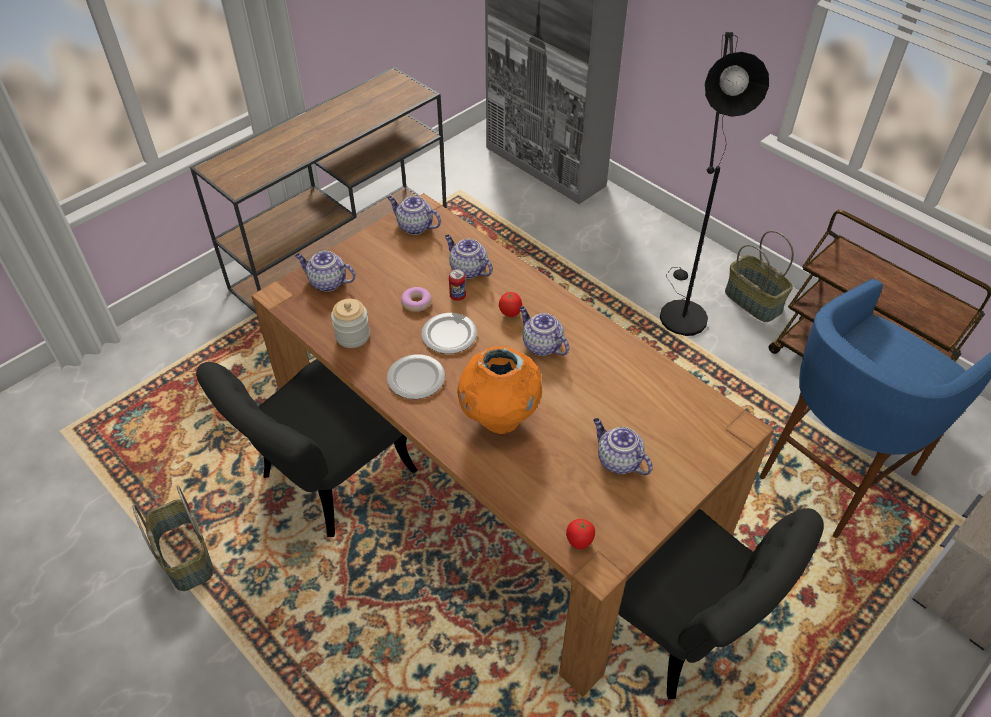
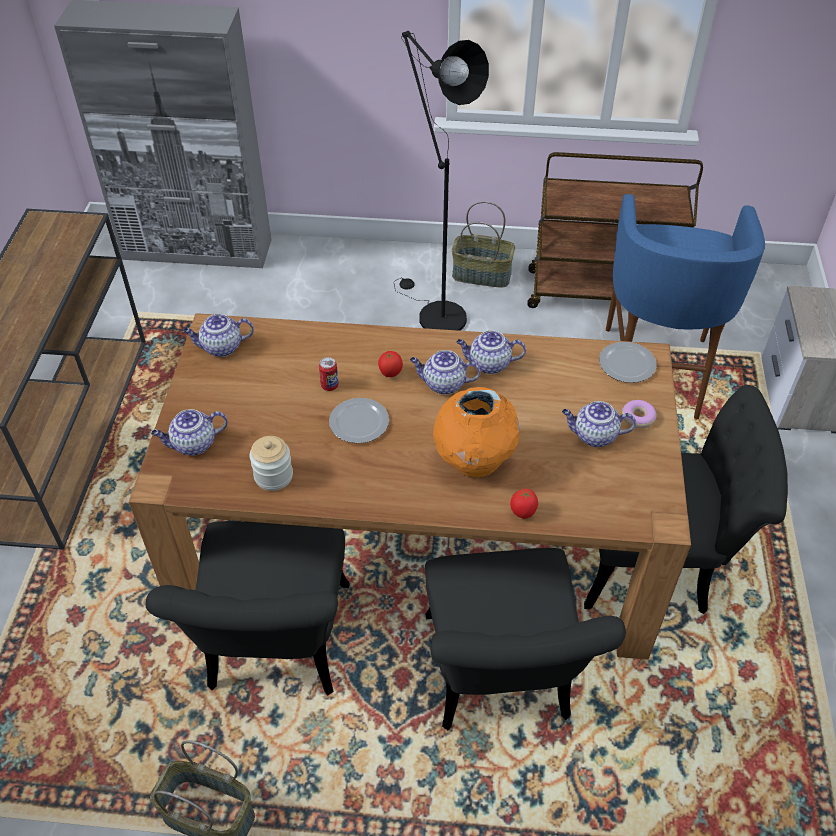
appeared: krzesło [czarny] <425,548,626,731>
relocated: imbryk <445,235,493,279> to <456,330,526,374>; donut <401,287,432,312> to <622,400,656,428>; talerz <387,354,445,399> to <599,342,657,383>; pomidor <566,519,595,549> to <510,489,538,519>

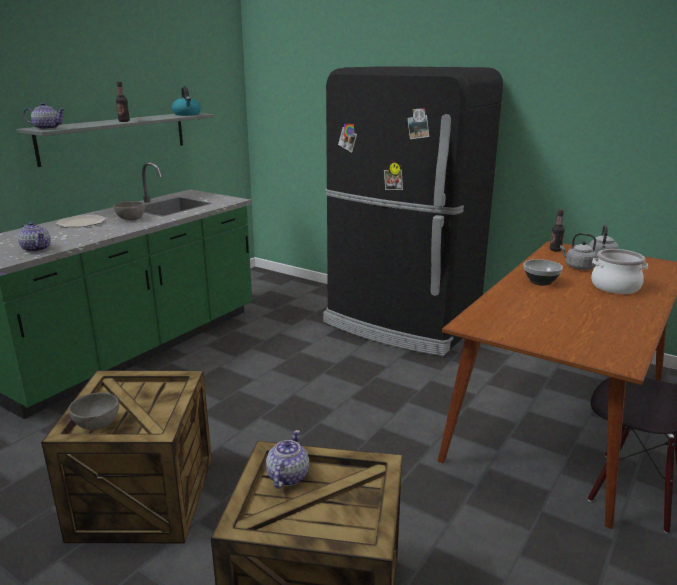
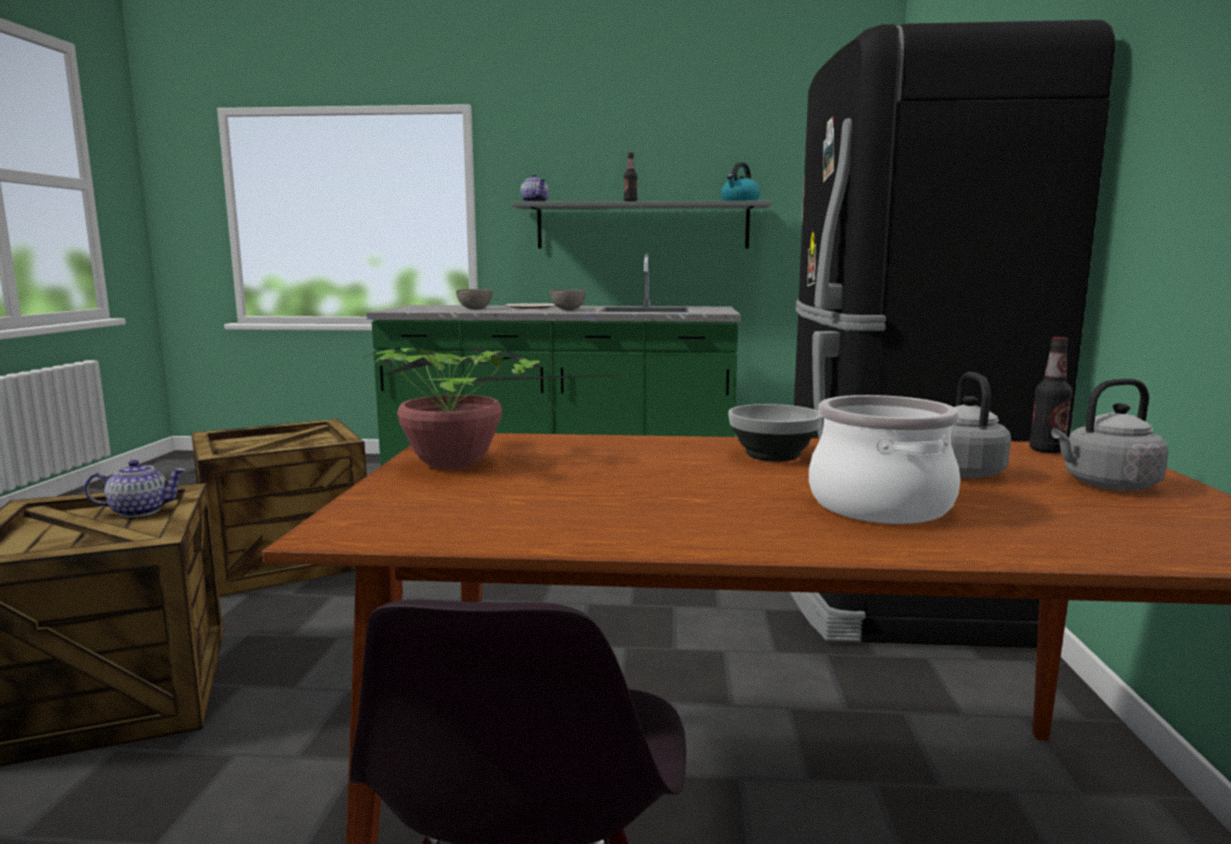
missing: imbryk <18,222,51,252>
appeared: roślina doniczkowa <362,345,650,469>
relocated: miska [szary] <68,392,119,430> to <456,289,493,309>

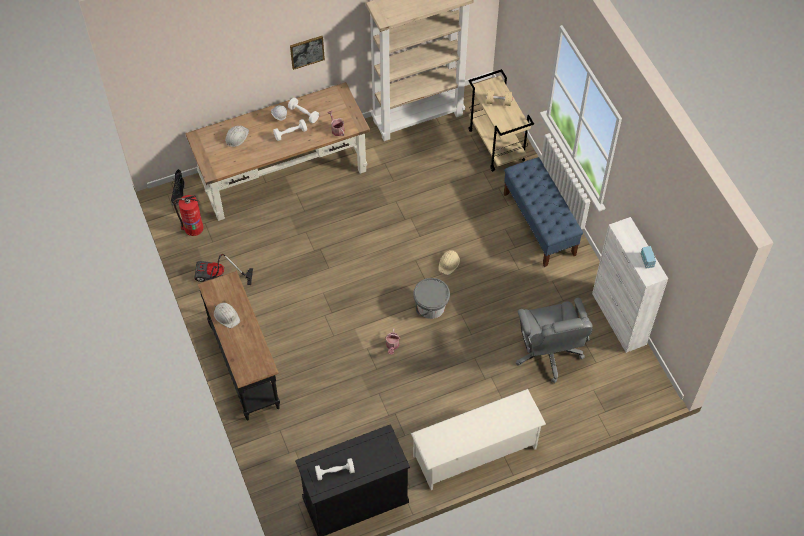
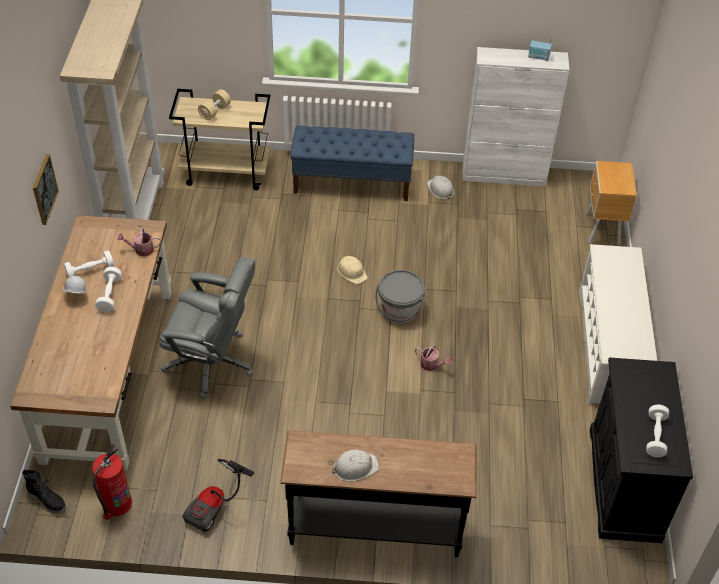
appeared: szafka nocna [brązowy] <585,161,637,245>
relocated: kask [biały] <225,125,249,147> to <427,176,454,200>; krzesło biurowe [szary] <516,298,593,383> to <159,257,255,400>

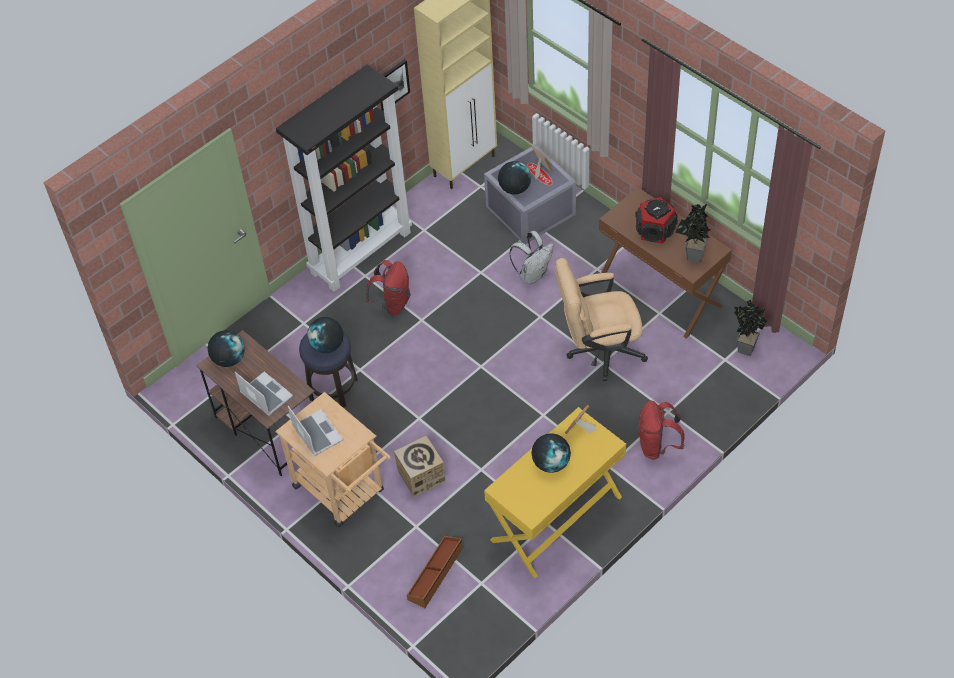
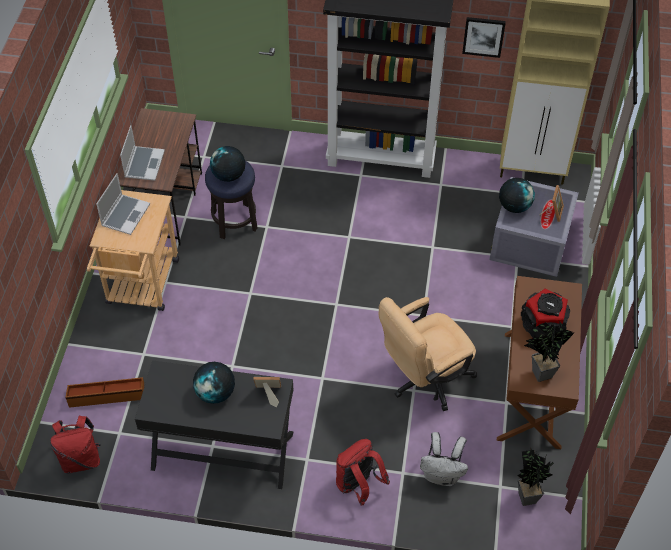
missing: globus <207,330,245,367>; karton <394,436,446,497>
relocated: plecak [biały] <509,231,554,284> to <420,432,468,486>; plecak [czerwony] <366,260,411,316> to <50,416,101,474>
colour: biurko [żółty] <484,407,626,578> to biurko [czarny] <135,360,294,489>
spun: krzesło biurowe [beżowy] <555,258,648,381> = <379,297,477,411> 75 degrees counterclockwise

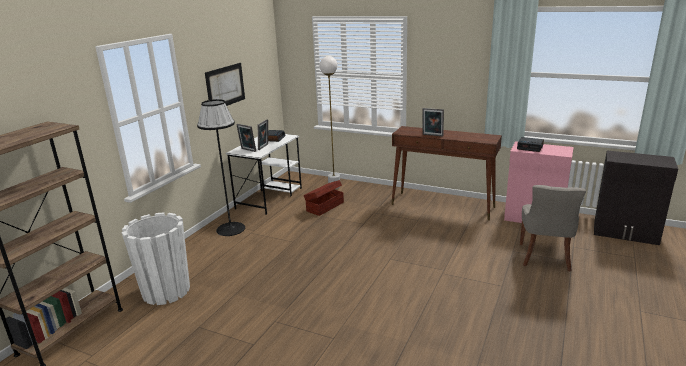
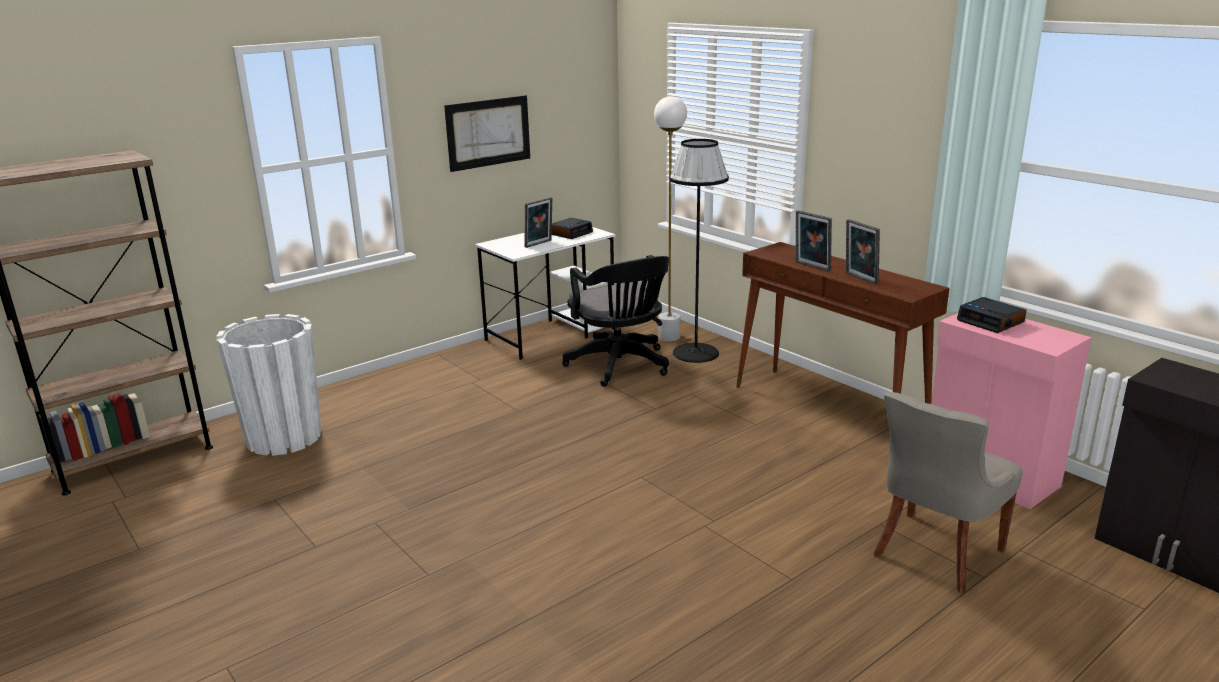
relocated: lampa stojąca [czarny] <197,99,245,236> to <670,139,729,363>; ramka na zdjęcie <236,124,256,152> to <846,219,880,285>
exchanged: pojemnik do przechowywania [brązowy] <304,180,344,216> to krzesło biurowe [czarny] <562,255,669,387>

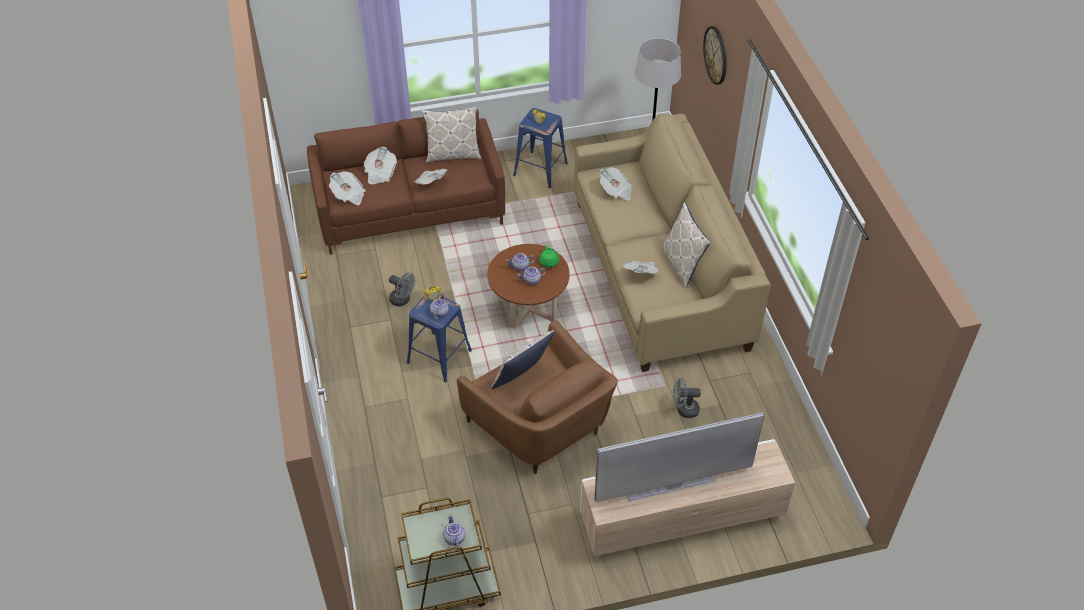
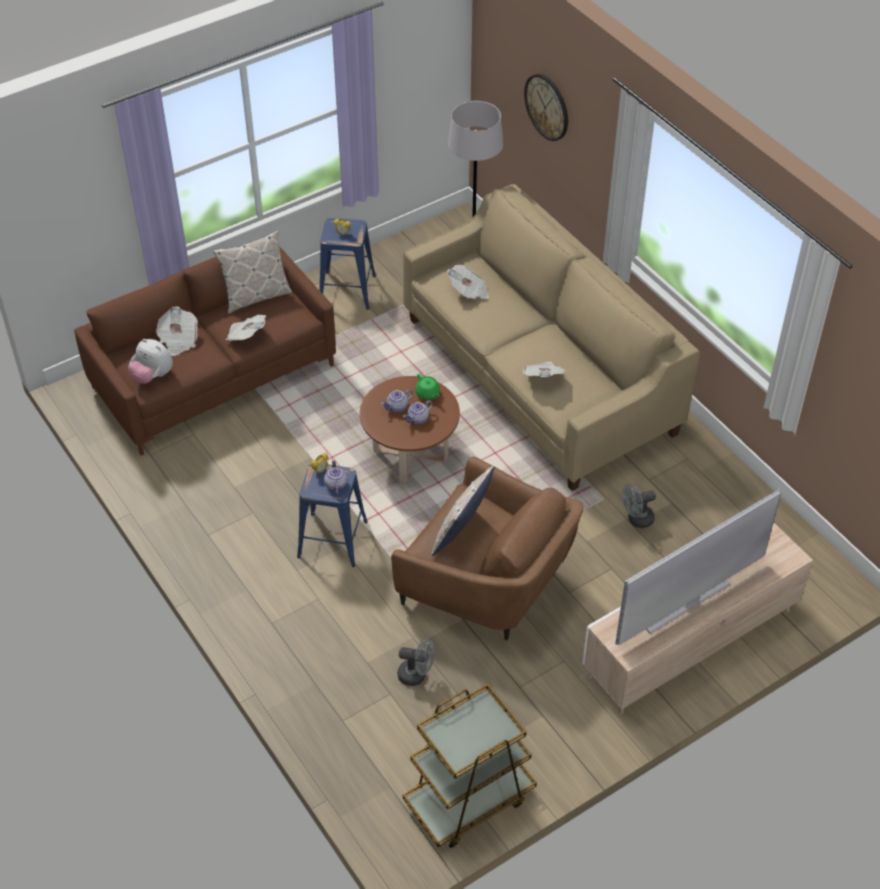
missing: poduszka <661,202,711,288>; imbryk <443,515,465,550>
relocated: wentylator [szary] <389,273,415,306> to <398,638,434,686>
exchanged: gazeta <329,171,366,205> to pluszak <128,339,173,384>

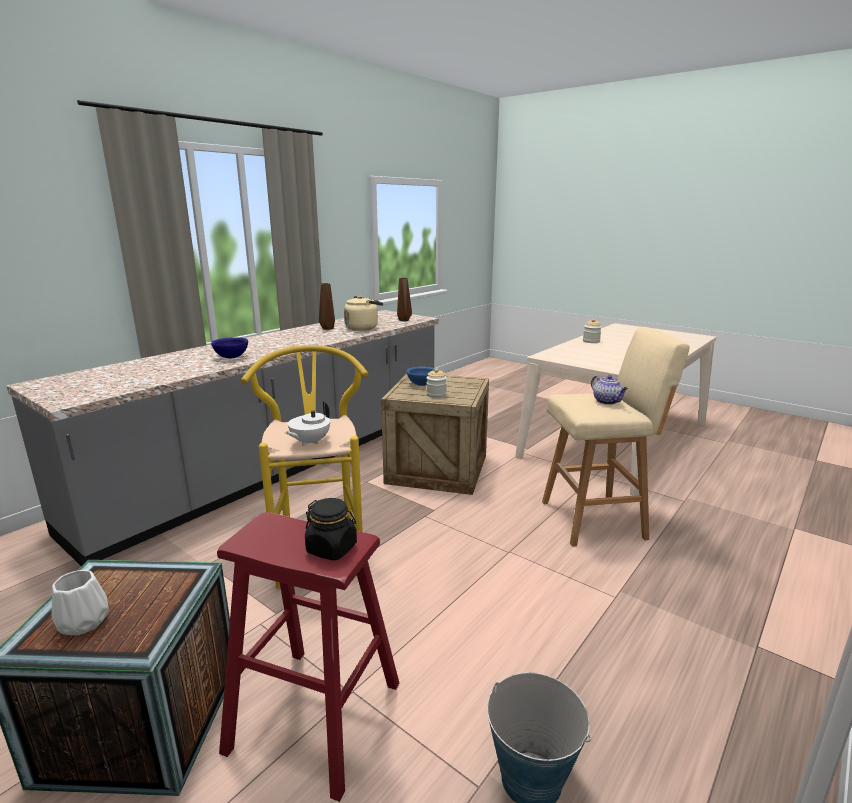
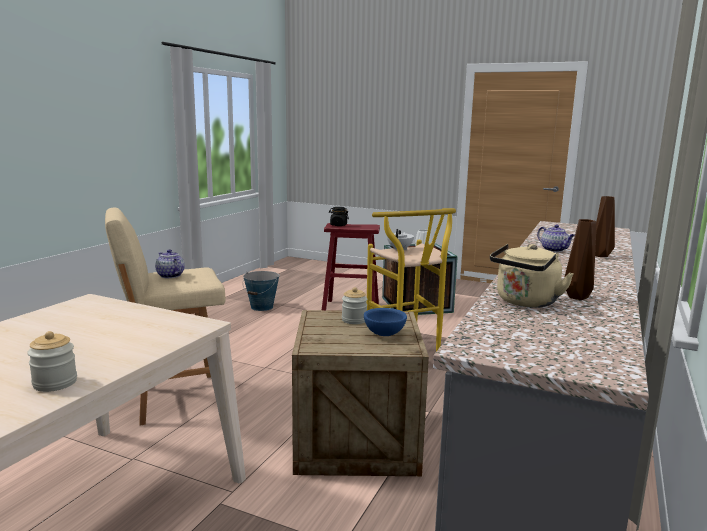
relocated: wazon [brązowy] <397,278,412,321> to <595,196,615,257>
exchanged: miska [niebieski] <211,337,248,358> to imbryk <537,225,575,252>

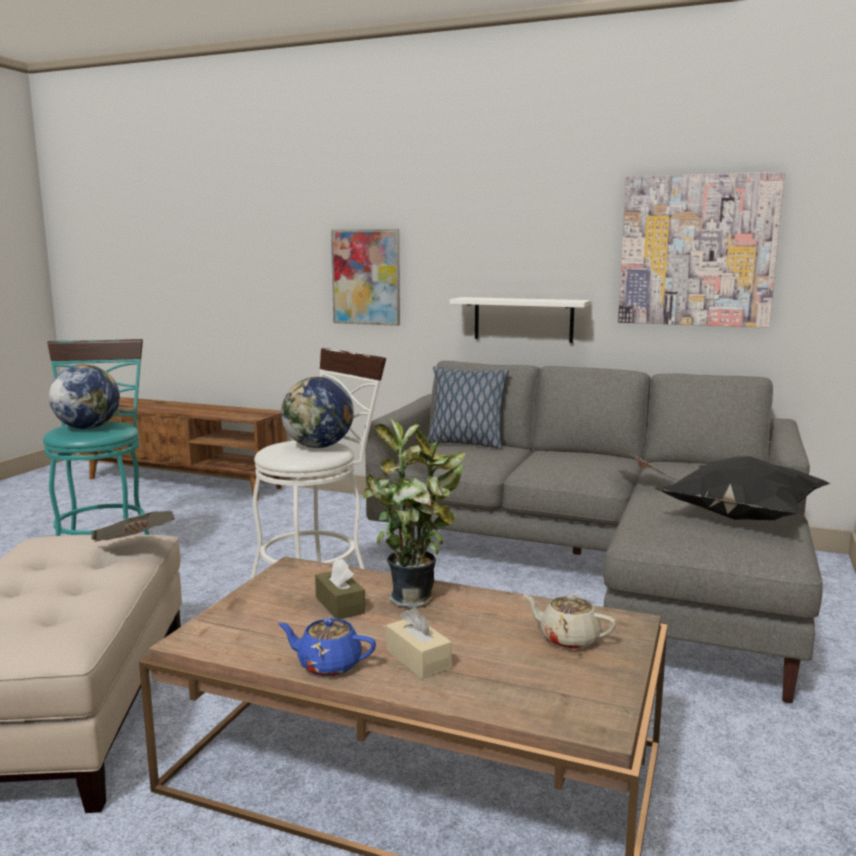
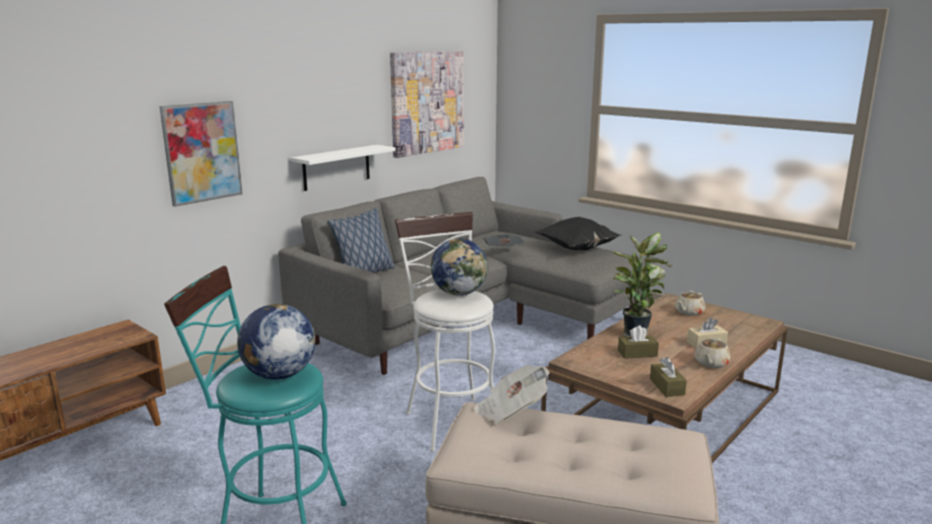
appeared: pudełko chusteczek [brązowy] <650,357,687,397>
colour: imbryk [niebieski] <278,617,376,676> to imbryk [beżowy] <695,338,730,368>

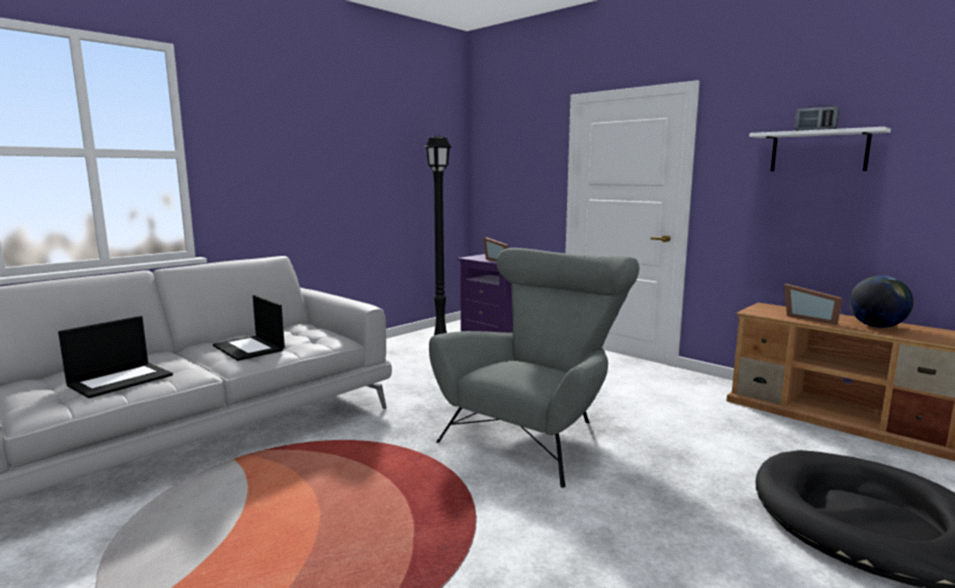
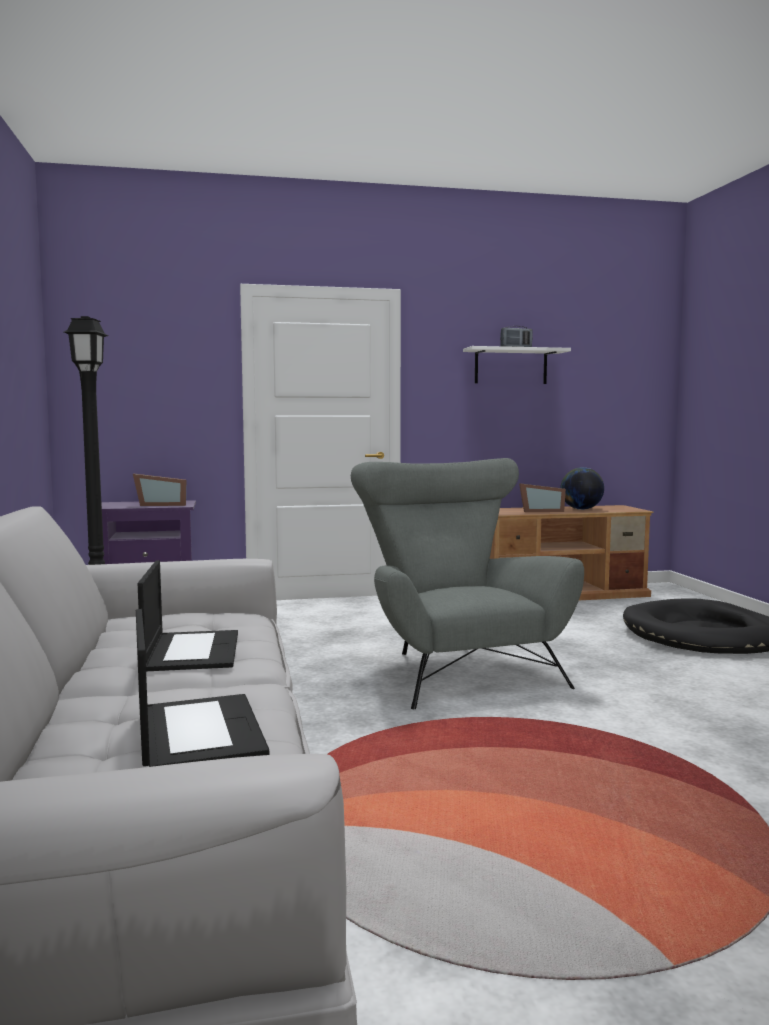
spun: laptop <213,295,285,361> = <138,560,238,671> 90 degrees counterclockwise

